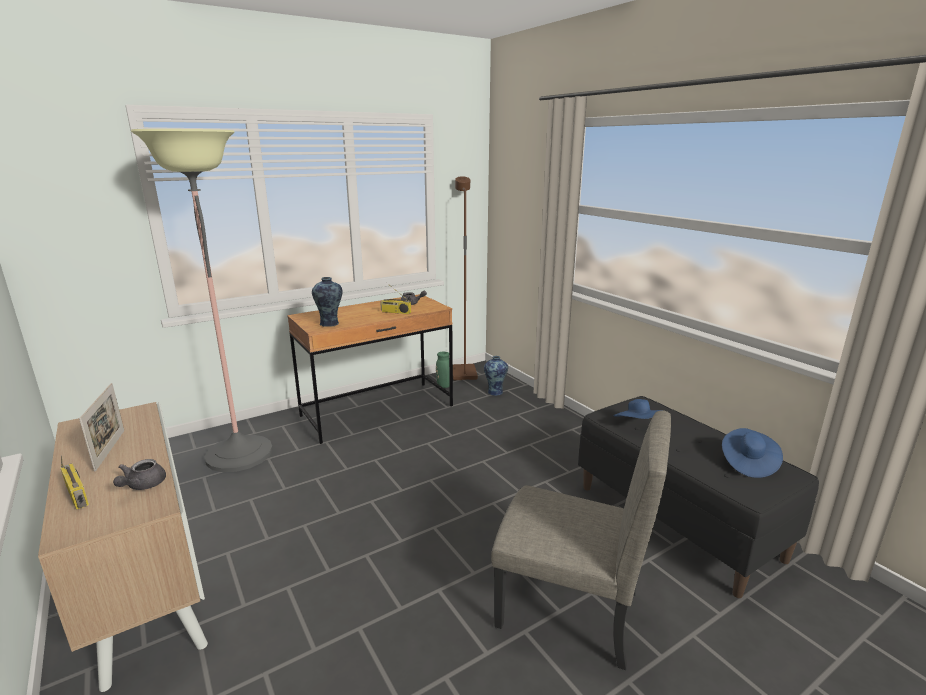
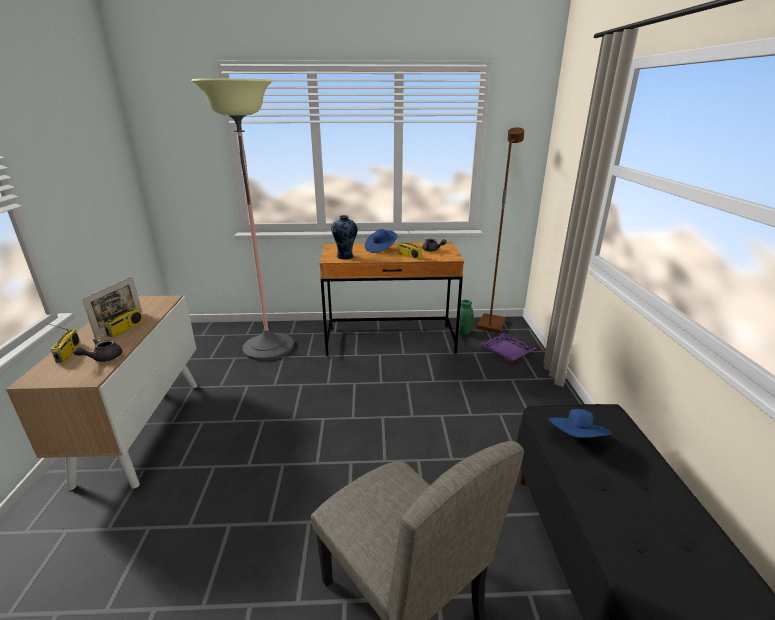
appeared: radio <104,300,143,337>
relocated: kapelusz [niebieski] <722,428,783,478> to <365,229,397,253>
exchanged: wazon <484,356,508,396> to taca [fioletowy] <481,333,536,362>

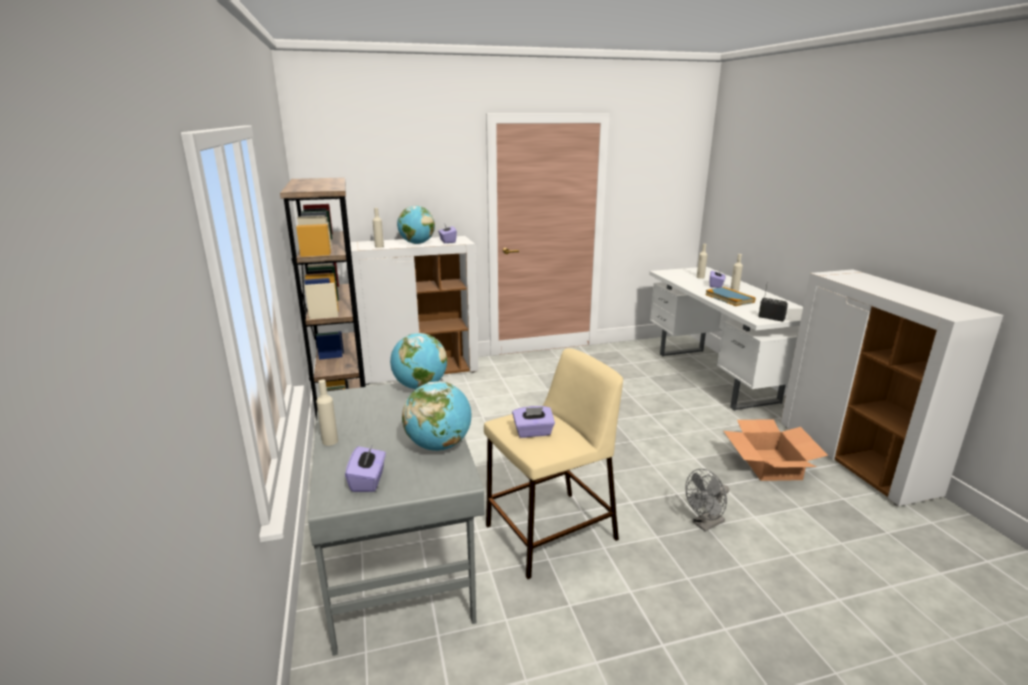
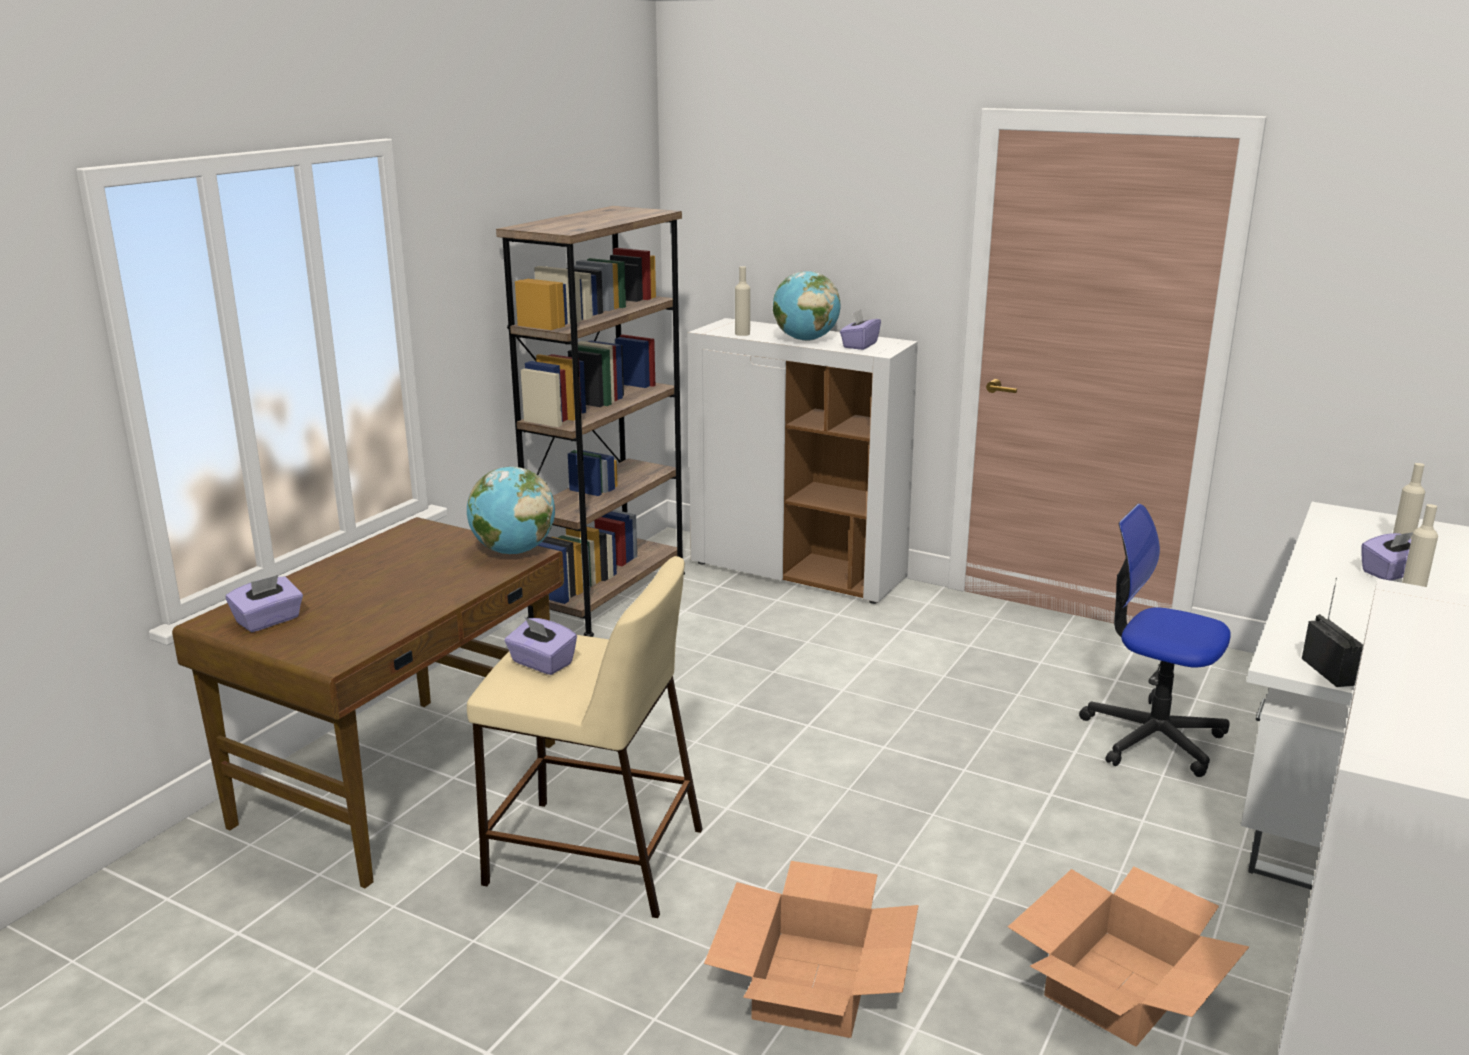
missing: książka <705,287,756,306>; butelka [beżowy] <316,380,338,446>; globus <402,381,471,451>
appeared: krzesło biurowe <1079,504,1231,777>
exchanged: wentylator [szary] <685,469,729,532> to karton <704,861,919,1038>
colour: biurko [szary] <308,378,485,656> to biurko [brązowy] <172,517,564,888>

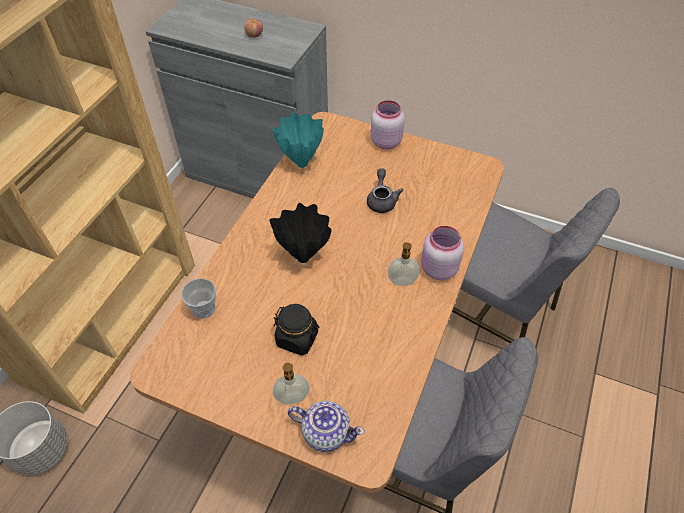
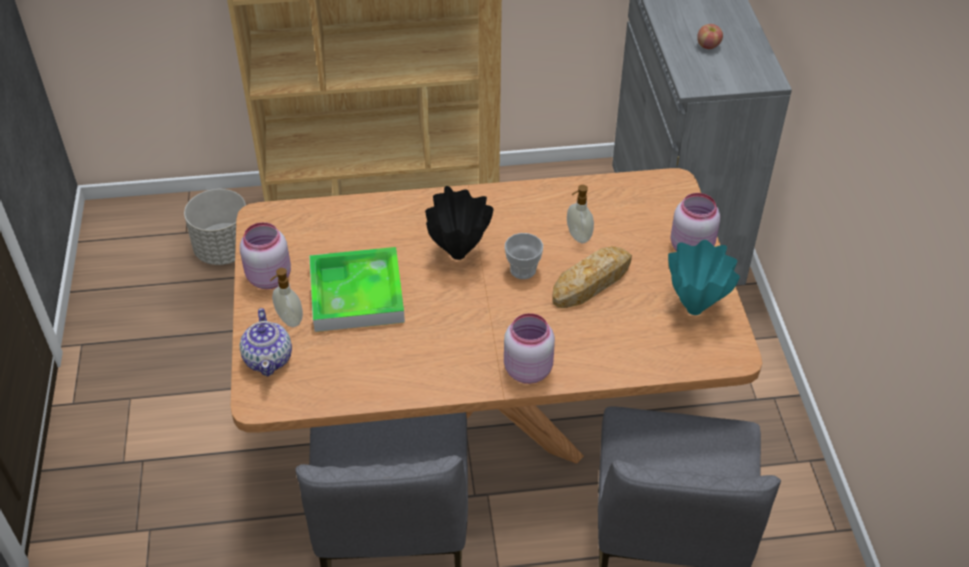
appeared: słoik [różowy] <240,222,291,289>
relocated: wazon [turkusowy] <273,112,324,168> to <668,240,740,315>; dozownik mydła <388,242,420,286> to <567,185,594,243>; filiżanka <181,278,216,319> to <505,233,543,279>
exchanged: imbryk [szary] <367,168,403,213> to chleb <552,246,632,308>; słoik [czarny] <274,304,319,355> to taca <309,247,405,332>

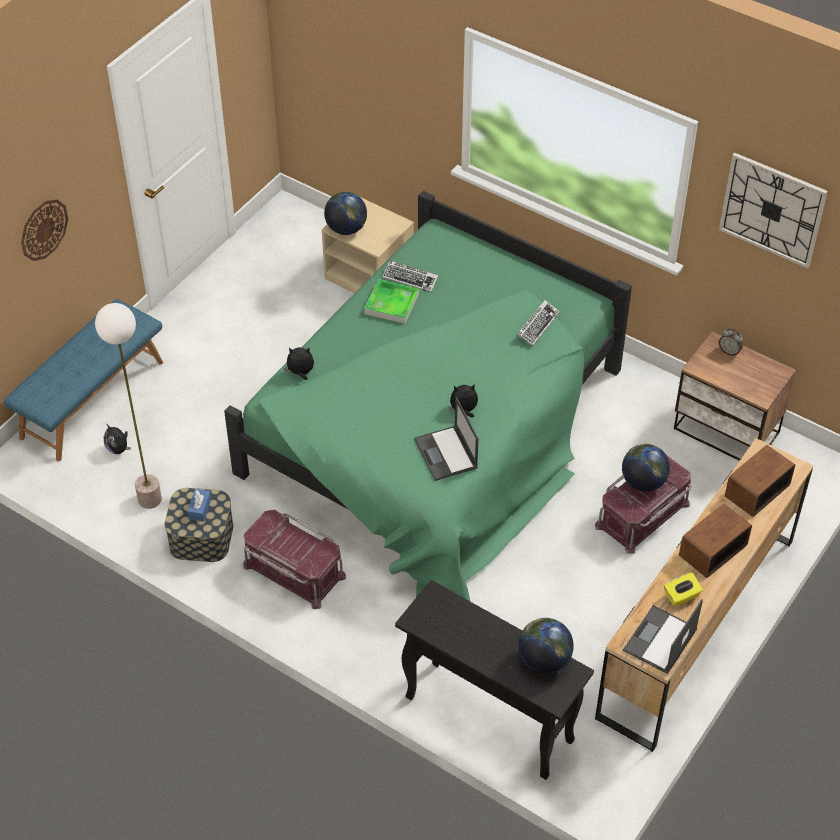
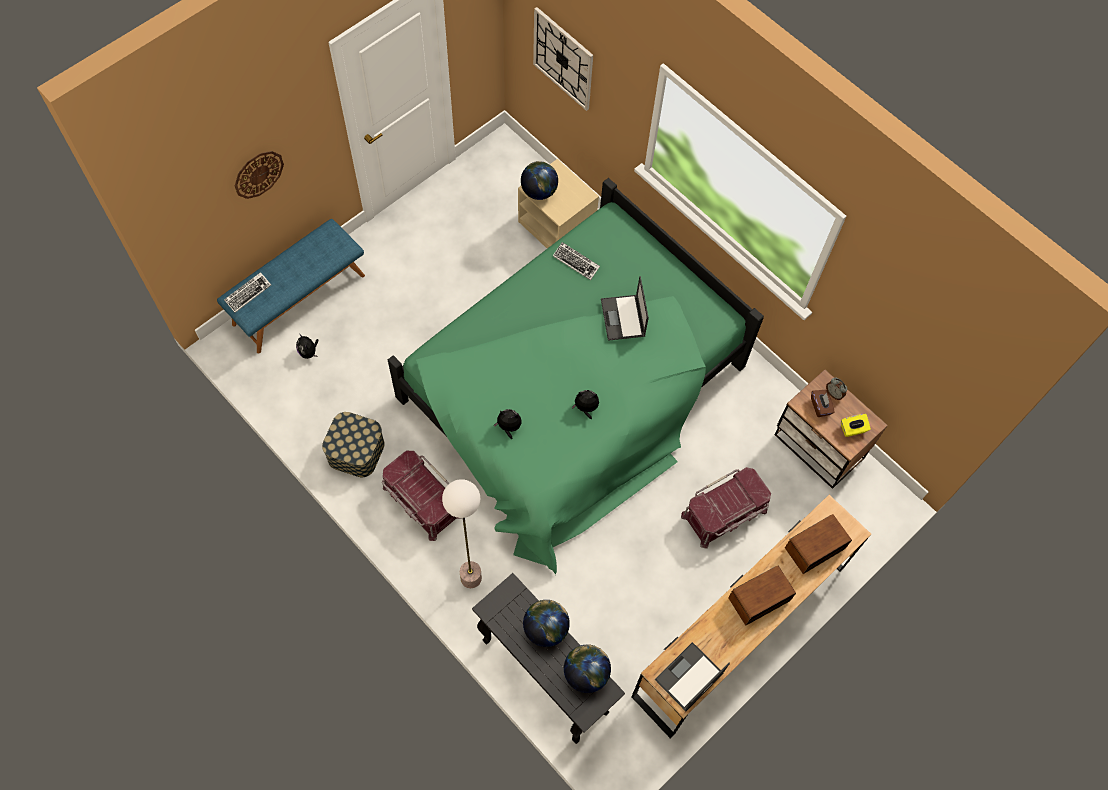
missing: taca <364,279,419,324>; pudełko chusteczek [niebieski] <187,489,211,522>
appeared: pudełko chusteczek [brązowy] <811,390,835,417>
relocated: zegar ścienny <719,153,828,268> to <533,7,593,111>; klawiatura <517,300,560,346> to <224,272,271,313>; lampa stojąca <95,303,162,509> to <442,479,482,588>; pluszak <284,347,314,380> to <494,409,522,439>; laptop <414,397,478,481> to <601,276,649,341>; globus <622,444,670,492> to <523,600,570,647>; pudełko chusteczek [żółty] <664,573,703,607> to <841,414,871,437>

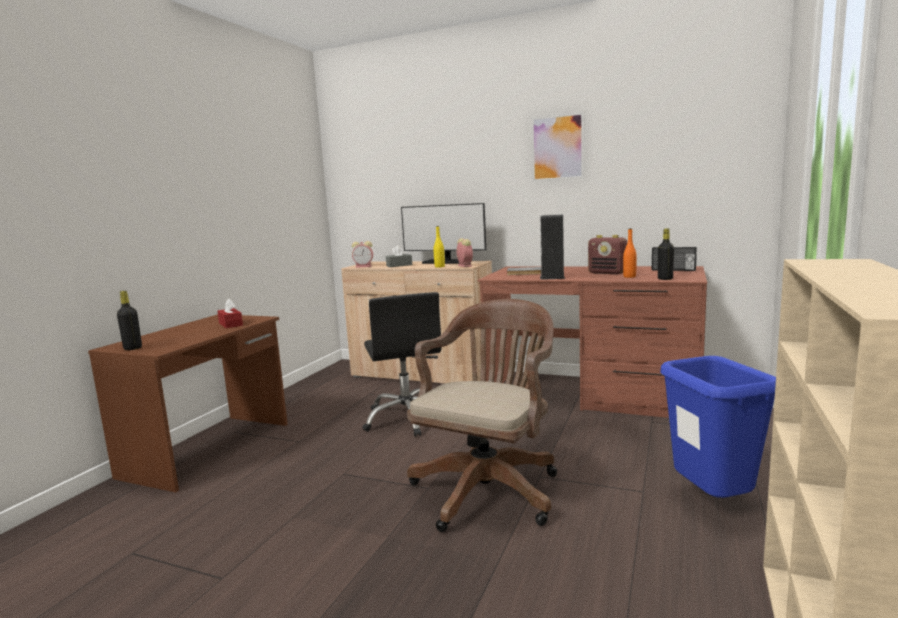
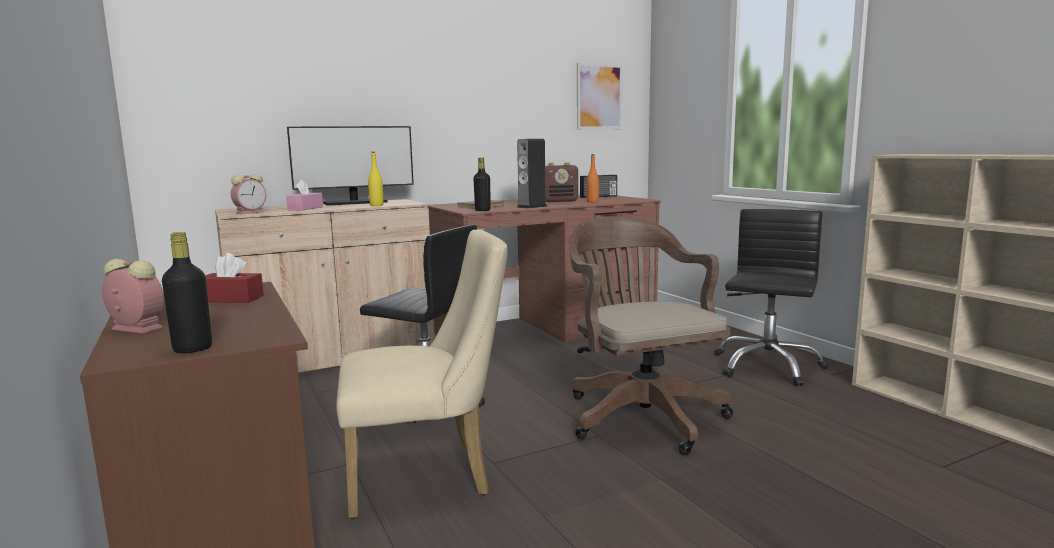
appeared: krzesło [beżowy] <336,230,508,519>
relocated: obraz <531,111,585,182> to <577,63,623,130>; butelka [czarny] <658,228,674,280> to <473,158,491,211>; budzik <457,238,473,267> to <102,259,164,333>
exchanged: kosz na śmieci [niebieski] <660,356,776,498> to krzesło biurowe [czarny] <714,209,829,386>
colour: pudełko chusteczek [szary] <386,245,412,267> to pudełko chusteczek [różowy] <286,180,323,210>

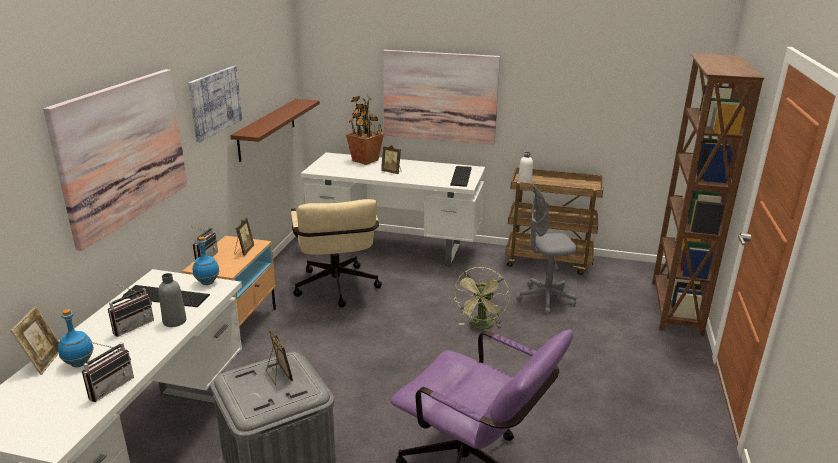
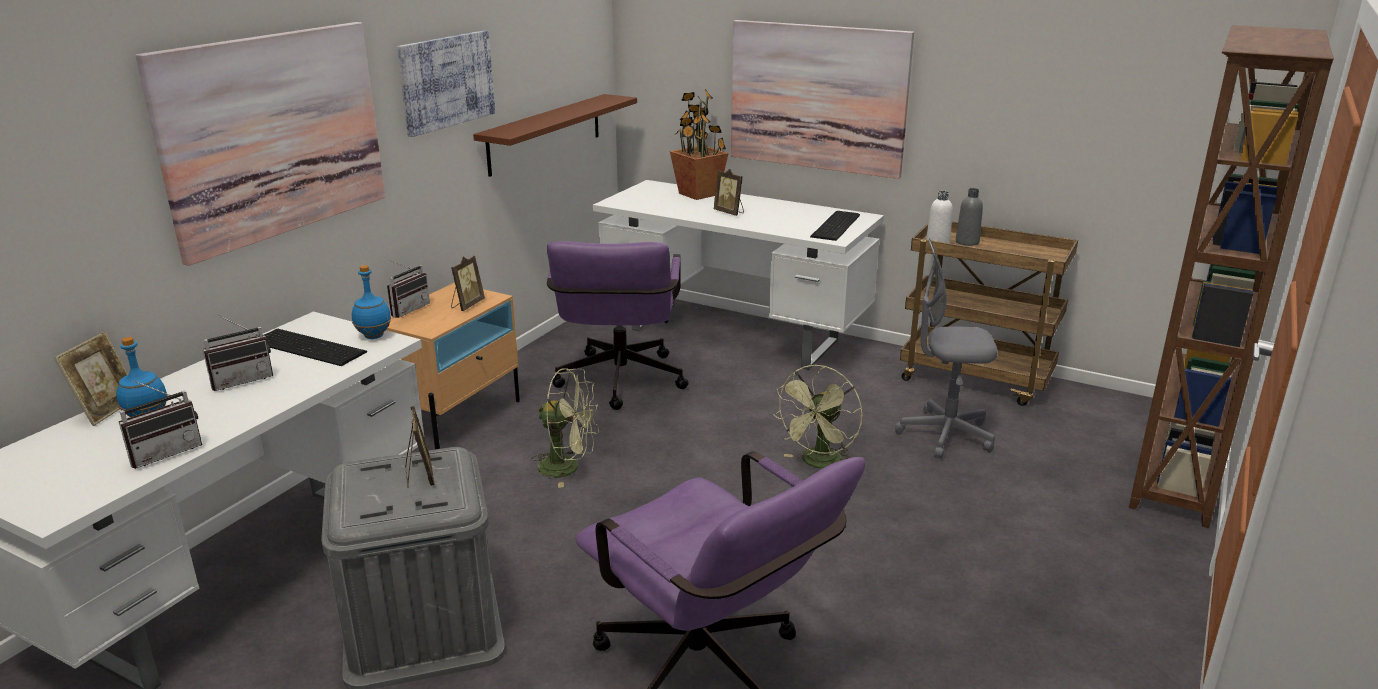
appeared: wentylator [zielony] <531,368,599,488>
relocated: butelka [szary] <159,273,186,327> to <956,188,983,246>
colour: krzesło biurowe [beżowy] <291,199,382,307> to krzesło biurowe [fioletowy] <547,241,689,410>

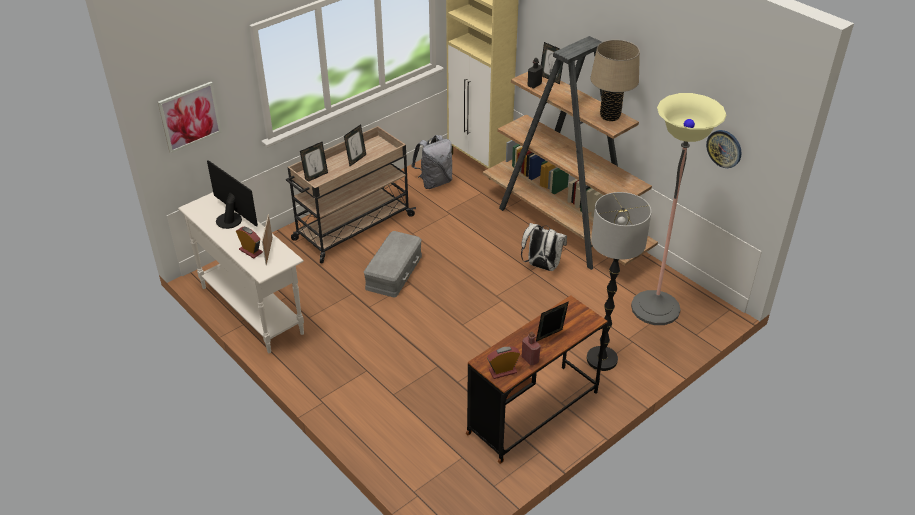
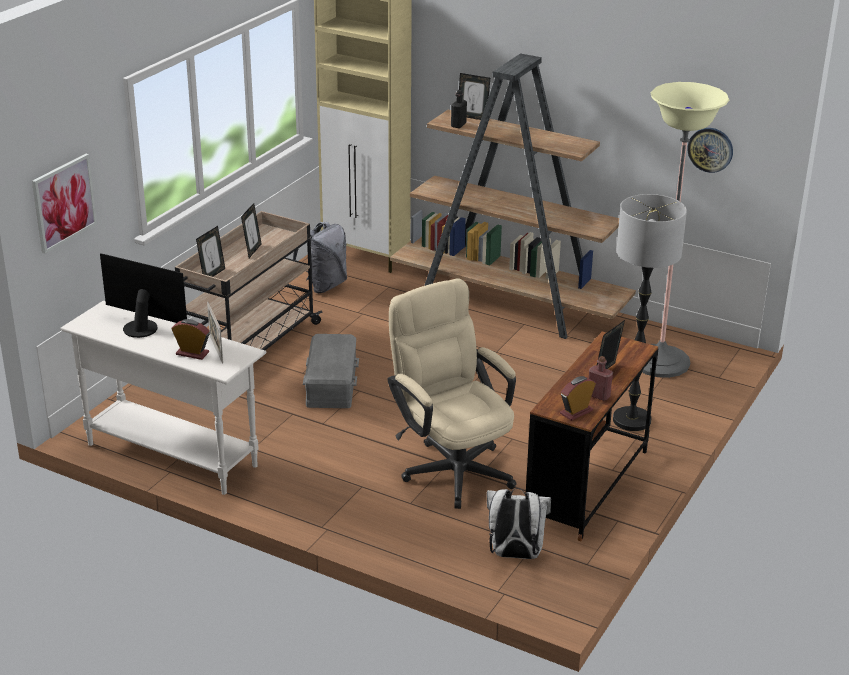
missing: lampa stołowa [beżowy] <590,40,640,121>
appeared: krzesło biurowe [beżowy] <388,278,516,509>
relocated: plecak [biały] <521,223,567,271> to <487,488,551,559>

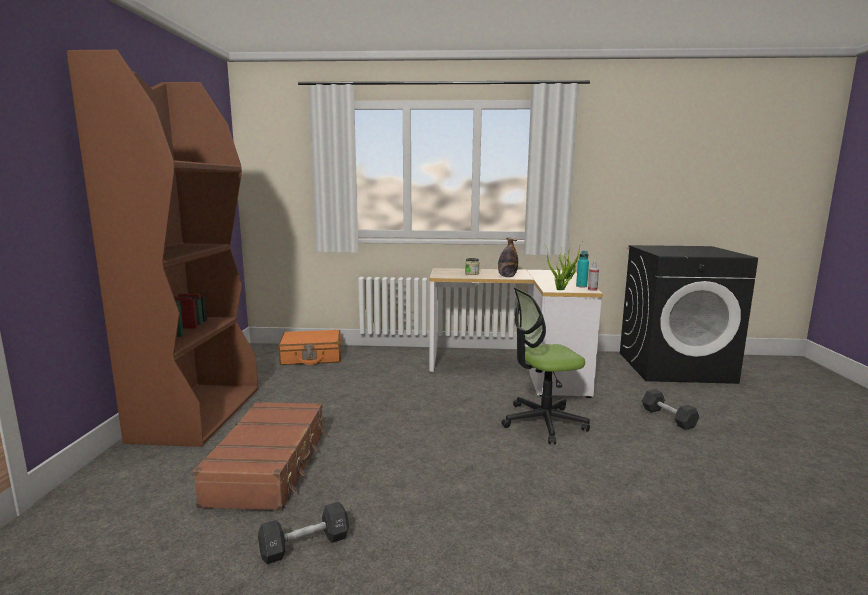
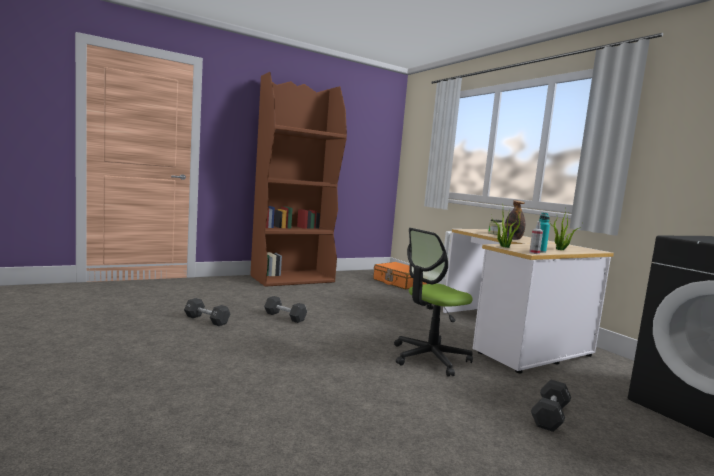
missing: walizka [brązowy] <193,401,326,511>
appeared: hantel [czarny] <264,296,307,323>
spun: krzesło biurowe <501,287,590,444> = <394,228,473,376> 75 degrees counterclockwise

